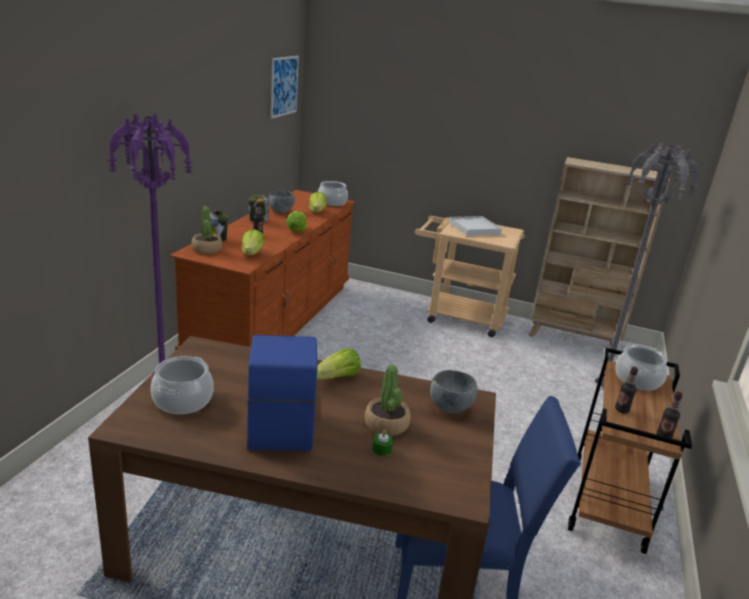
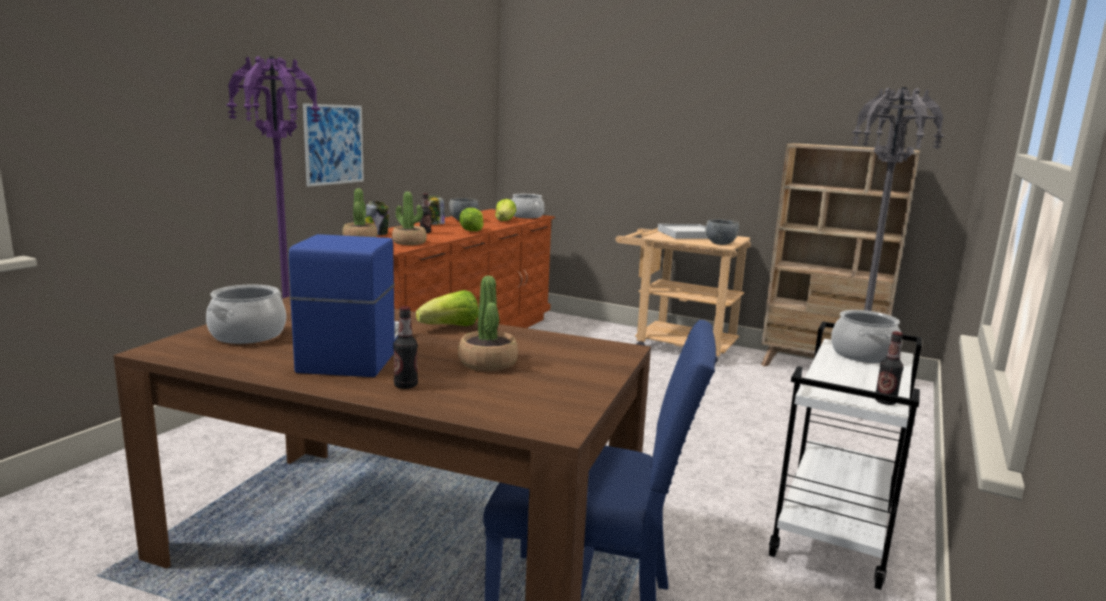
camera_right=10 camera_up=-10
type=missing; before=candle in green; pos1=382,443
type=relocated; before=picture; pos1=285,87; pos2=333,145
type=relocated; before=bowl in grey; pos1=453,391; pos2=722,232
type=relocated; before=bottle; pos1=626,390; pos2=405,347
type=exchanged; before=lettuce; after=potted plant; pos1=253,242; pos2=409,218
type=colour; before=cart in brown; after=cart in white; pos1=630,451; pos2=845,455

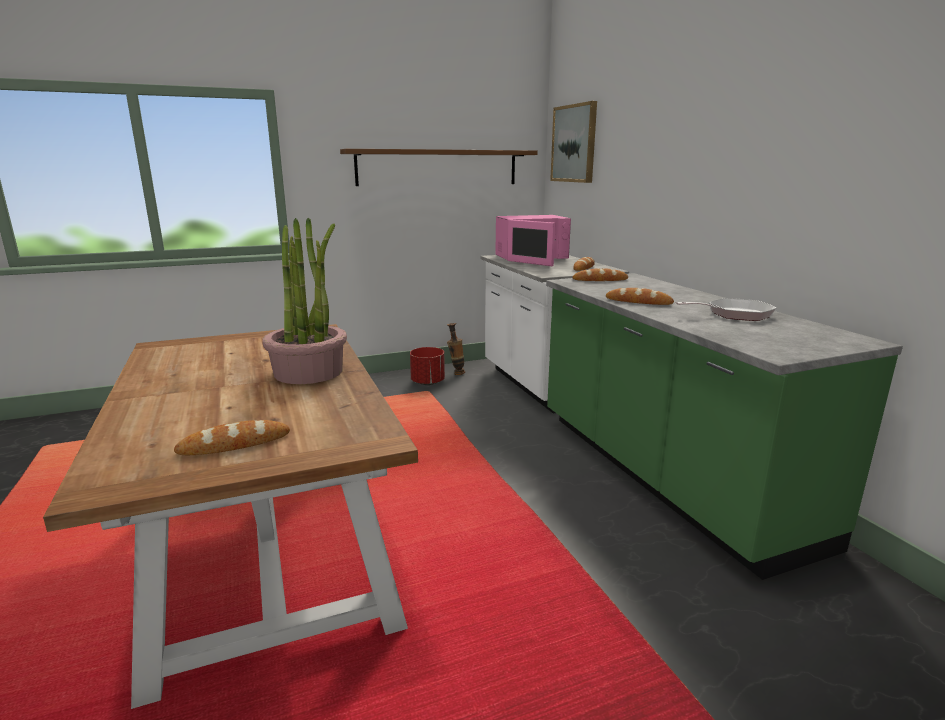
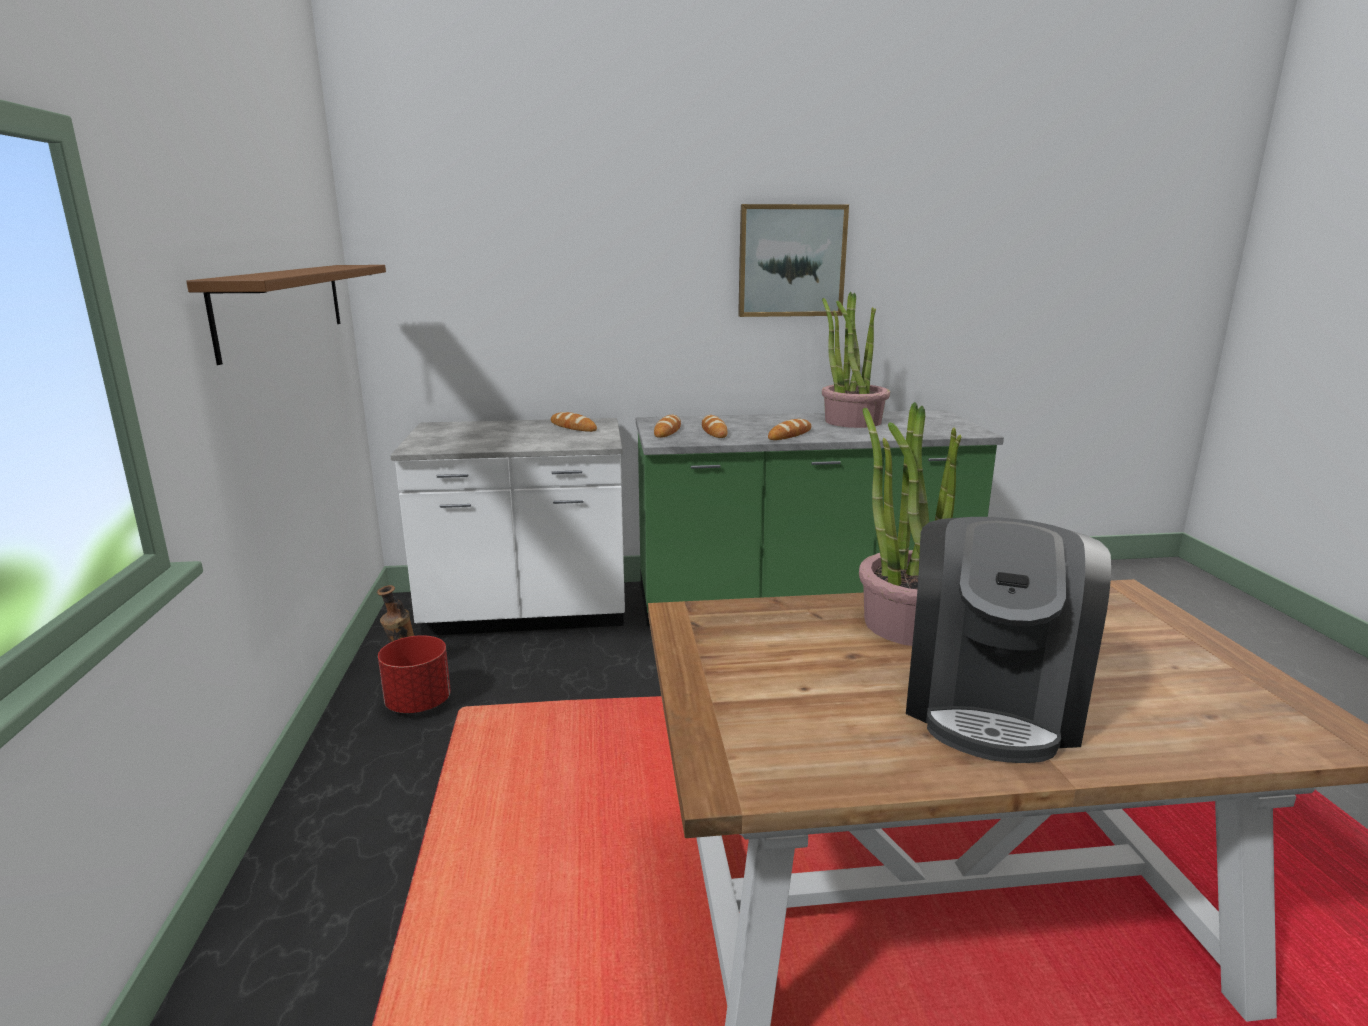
camera_right=-75 camera_up=0
type=missing; before=microwave in pink; pos1=533,240
type=appeared; after=coffee machine; pos2=1008,640
type=relocated; before=bread; pos1=232,437; pos2=714,426
type=relocated; before=picture; pos1=573,142; pos2=793,260
type=exchanged; before=frying pan; after=potted plant; pos1=726,309; pos2=856,360

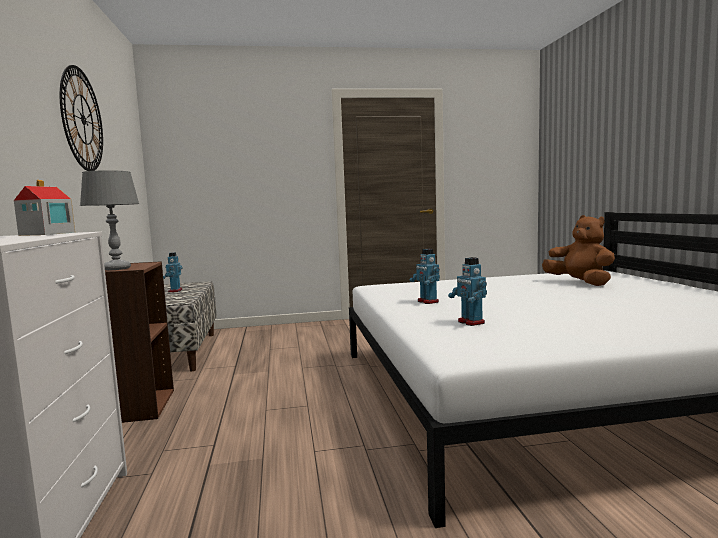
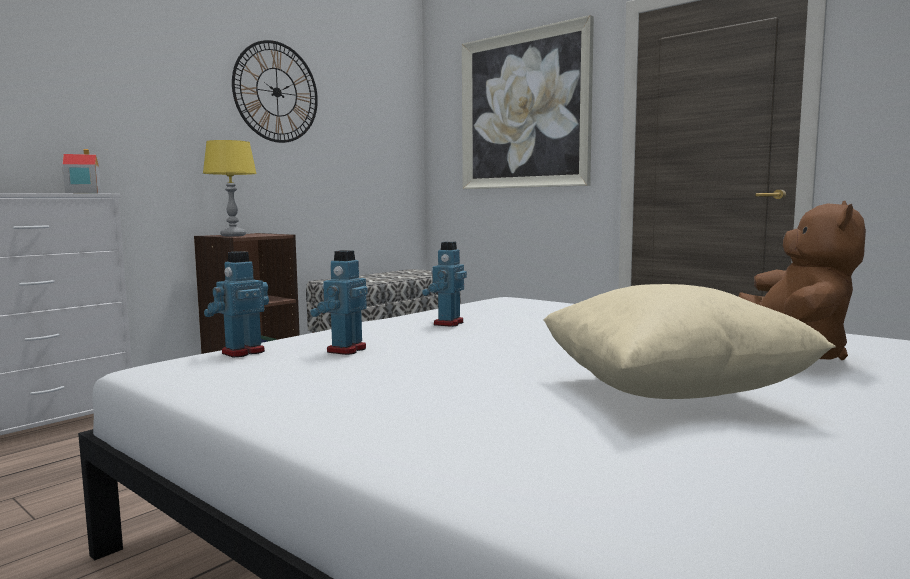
camera_right=50 camera_up=0
type=appeared; after=picture; pos2=528,102
type=appeared; after=pillow in beige; pos2=689,341
type=relocated; before=toy robot; pos1=173,272; pos2=236,304
type=colour; before=table lamp in grey; after=table lamp in yellow; pos1=109,220; pos2=230,188

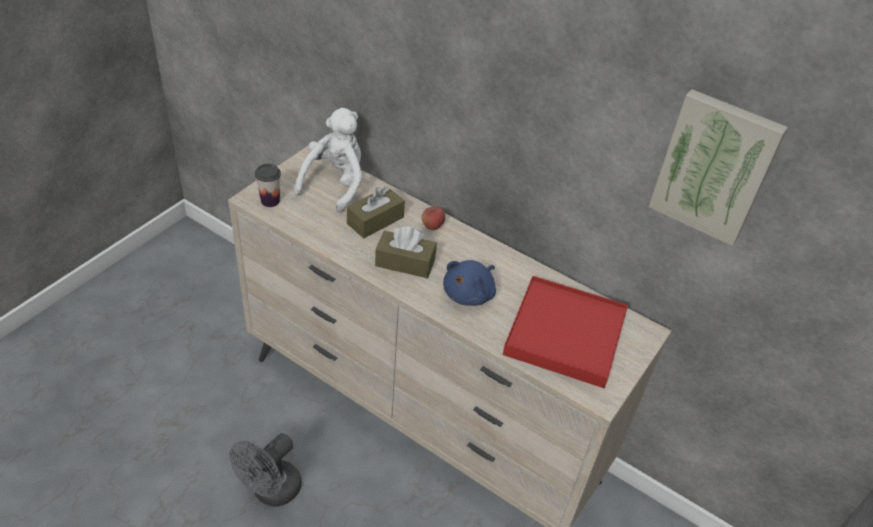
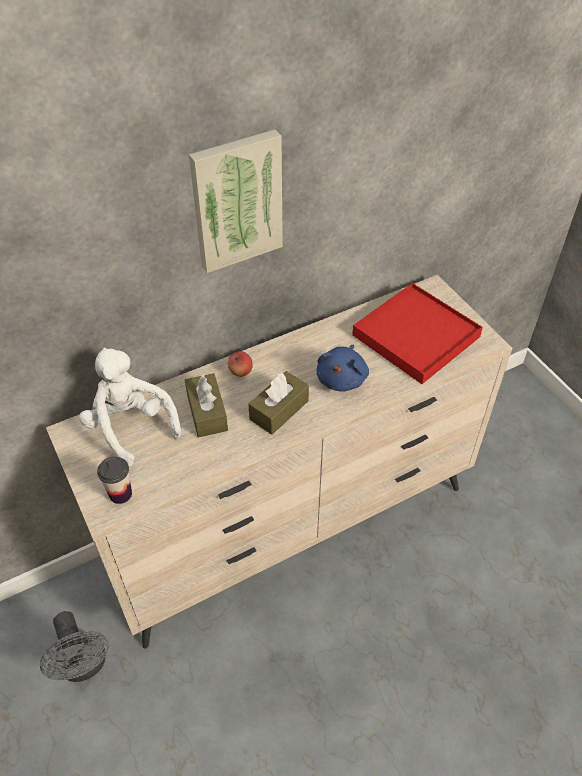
camera_right=-60 camera_up=5
type=relocated; before=fan in grey; pos1=265,470; pos2=74,646
type=relocated; before=picture; pos1=718,167; pos2=236,201
type=spun; before=plush toy in blue; pos1=469,283; pos2=343,368; turn=45

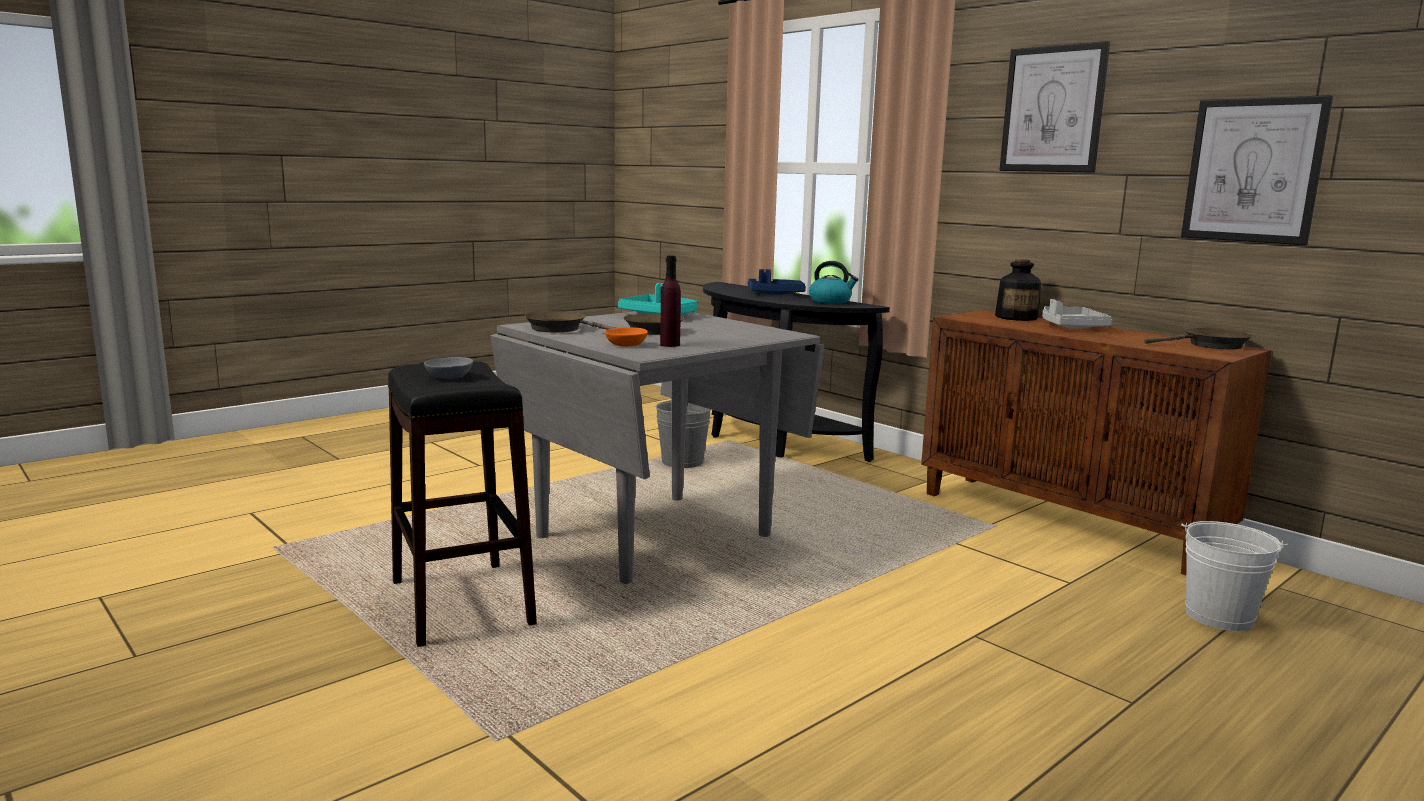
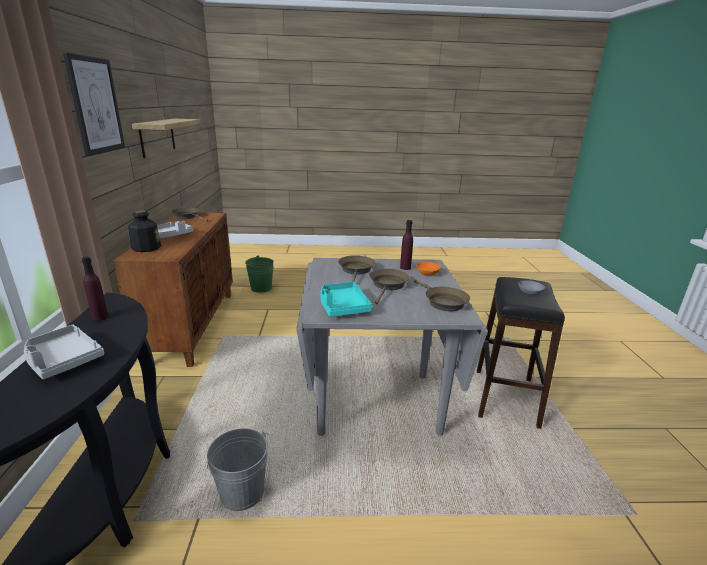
camera_right=-140 camera_up=10
type=appeared; after=frying pan in brown; pos2=356,268
type=exchanged; before=kettle; after=bottle in purple; pos1=834,282; pos2=95,289
type=exchanged; before=picture; after=shelf; pos1=1257,170; pos2=166,138
type=colour; before=tray in blue; after=tray in grey; pos1=777,282; pos2=64,351
type=colour; before=bucket in white; after=bucket in green; pos1=1234,576; pos2=259,274

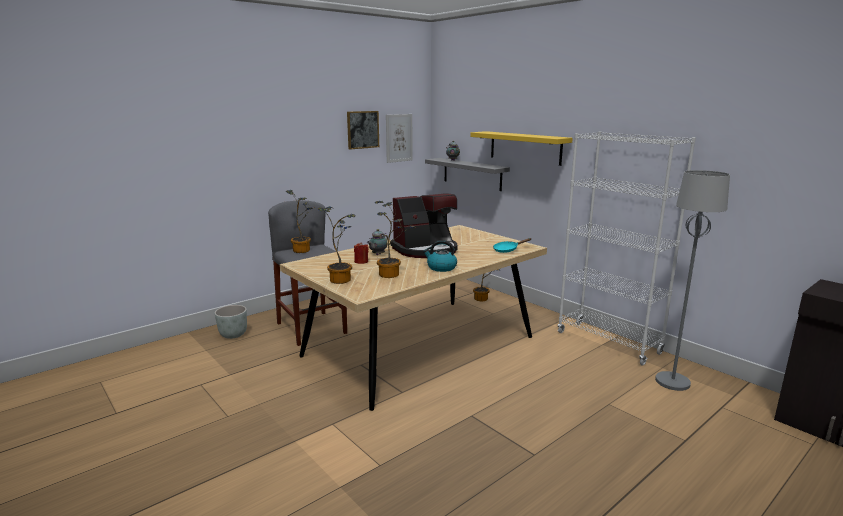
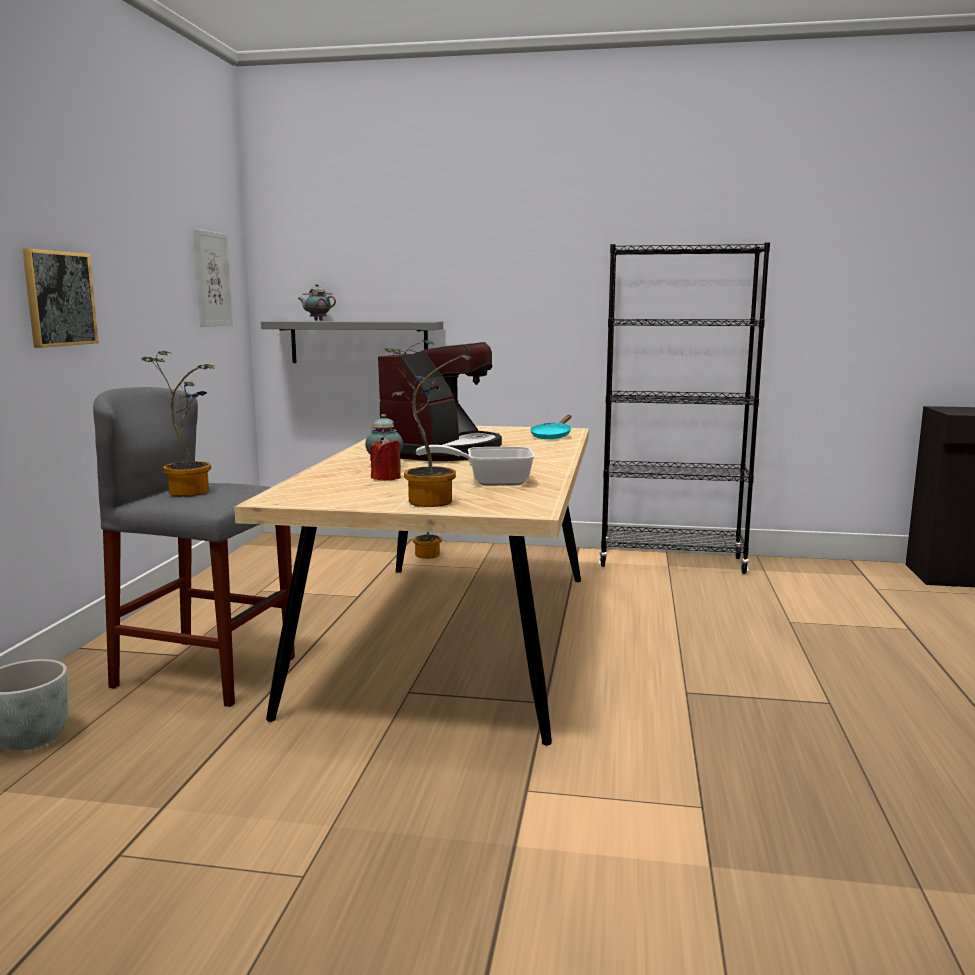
camera_right=-40 camera_up=-5
type=missing; before=kettle; pos1=440,256
type=missing; before=shelf in yellow; pos1=521,148
type=missing; before=floor lamp in grey; pos1=692,280
type=relocated; before=picture; pos1=363,130; pos2=61,298
type=exchanged; before=potted plant; after=frying pan; pos1=394,239; pos2=475,465
type=colour; before=bookcase in white; after=bookcase in black; pos1=627,248; pos2=684,408

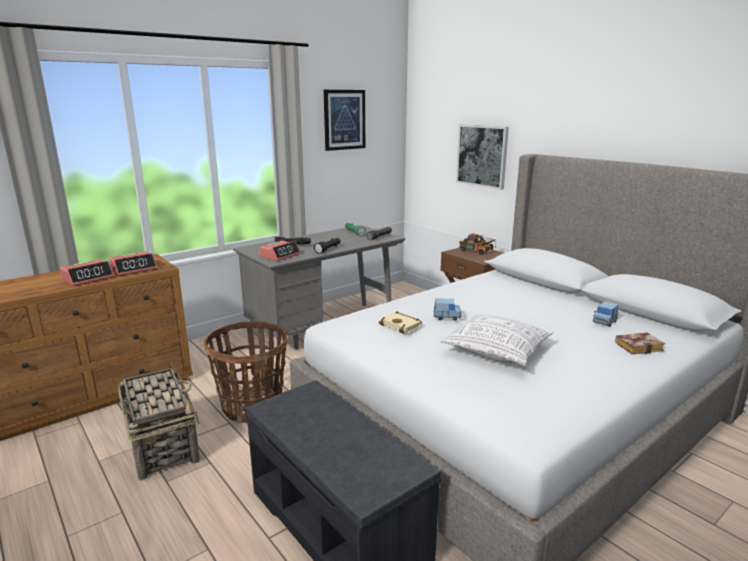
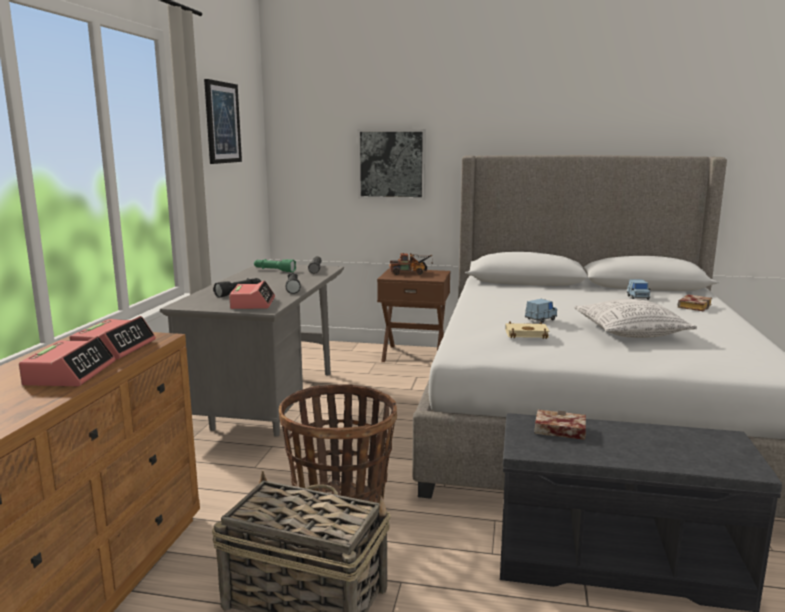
camera_right=-40 camera_up=-5
type=appeared; after=book; pos2=560,425

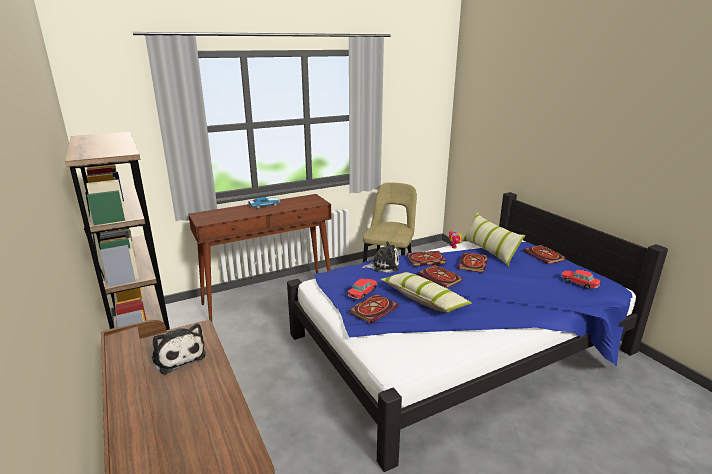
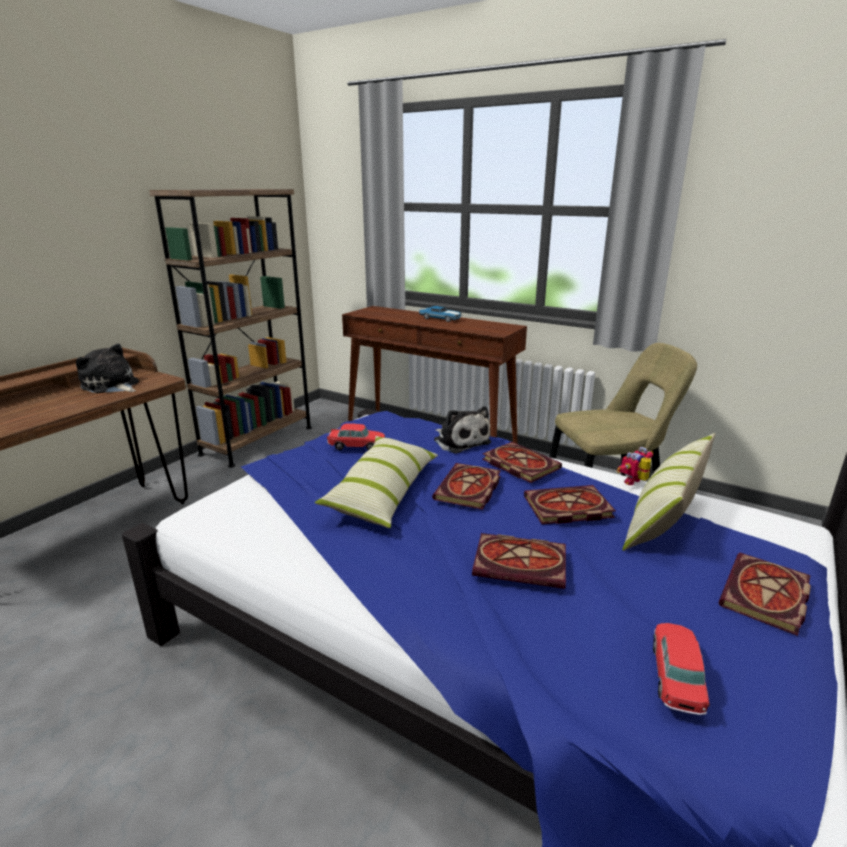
camera_right=60 camera_up=0
type=relocated; before=book; pos1=374,309; pos2=519,561
type=spun; before=plush toy; pos1=179,349; pos2=107,368; turn=105

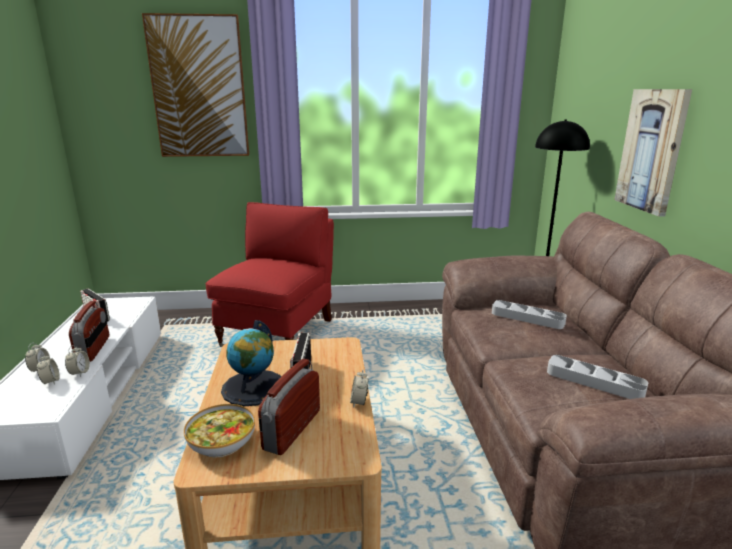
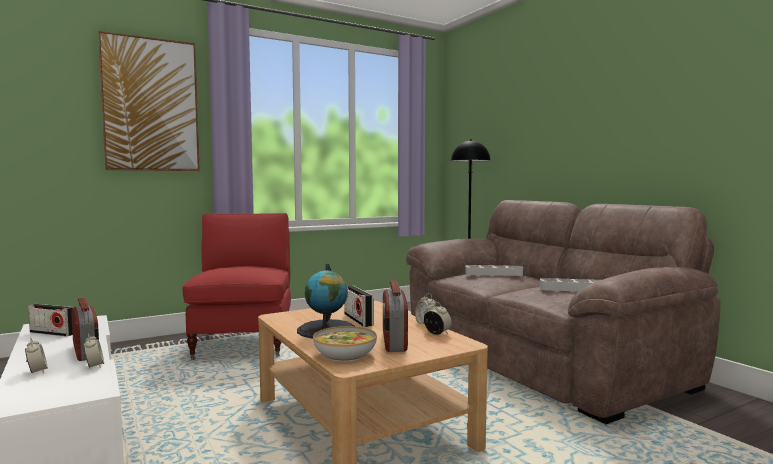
camera_right=-25 camera_up=-15
type=missing; before=picture; pos1=653,153
type=relocated; before=alarm clock; pos1=48,369; pos2=437,318

